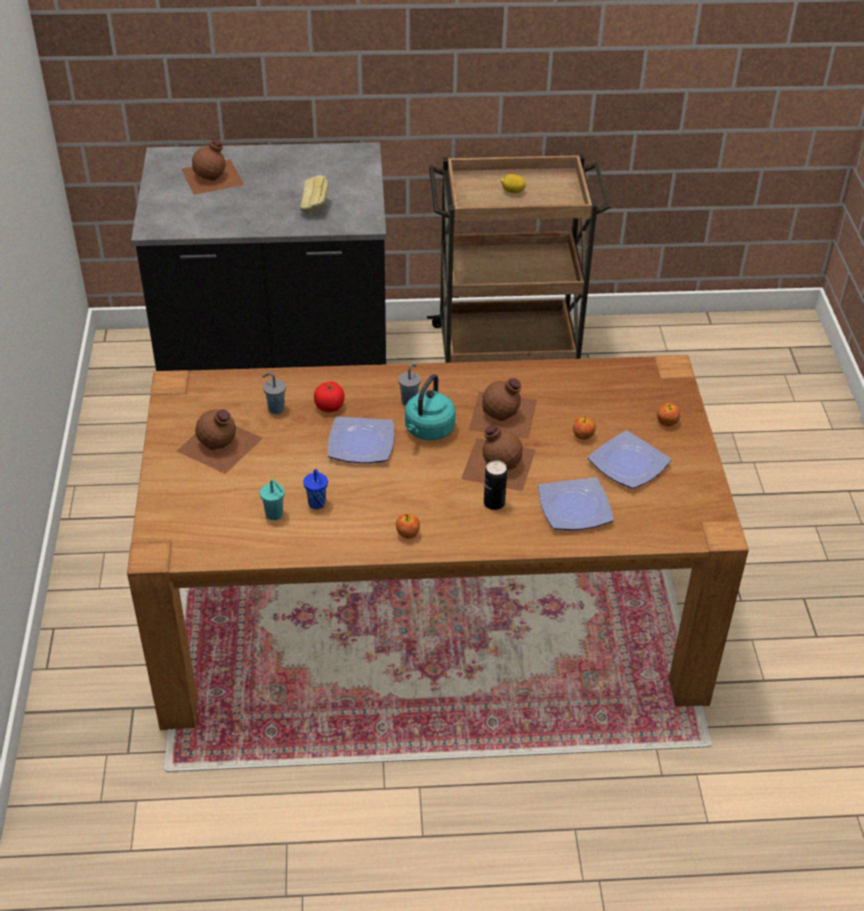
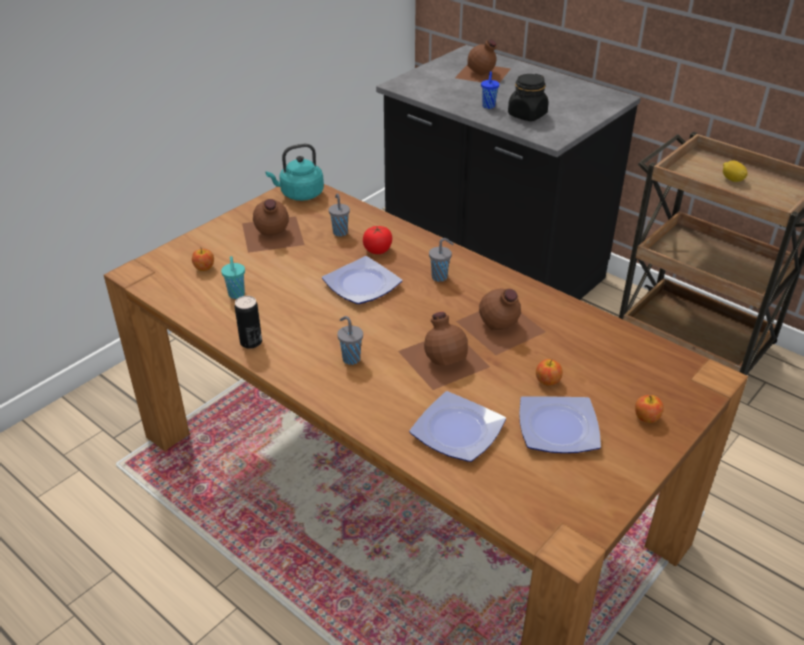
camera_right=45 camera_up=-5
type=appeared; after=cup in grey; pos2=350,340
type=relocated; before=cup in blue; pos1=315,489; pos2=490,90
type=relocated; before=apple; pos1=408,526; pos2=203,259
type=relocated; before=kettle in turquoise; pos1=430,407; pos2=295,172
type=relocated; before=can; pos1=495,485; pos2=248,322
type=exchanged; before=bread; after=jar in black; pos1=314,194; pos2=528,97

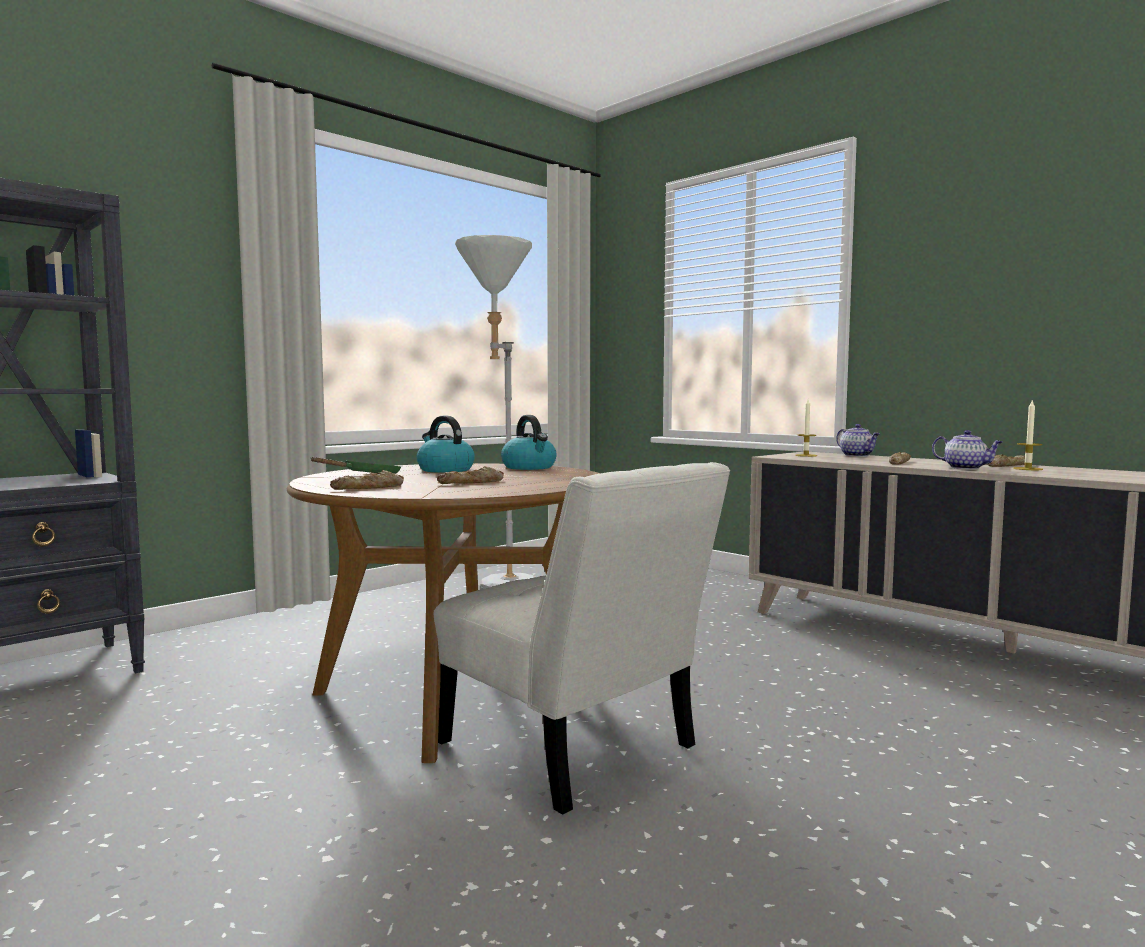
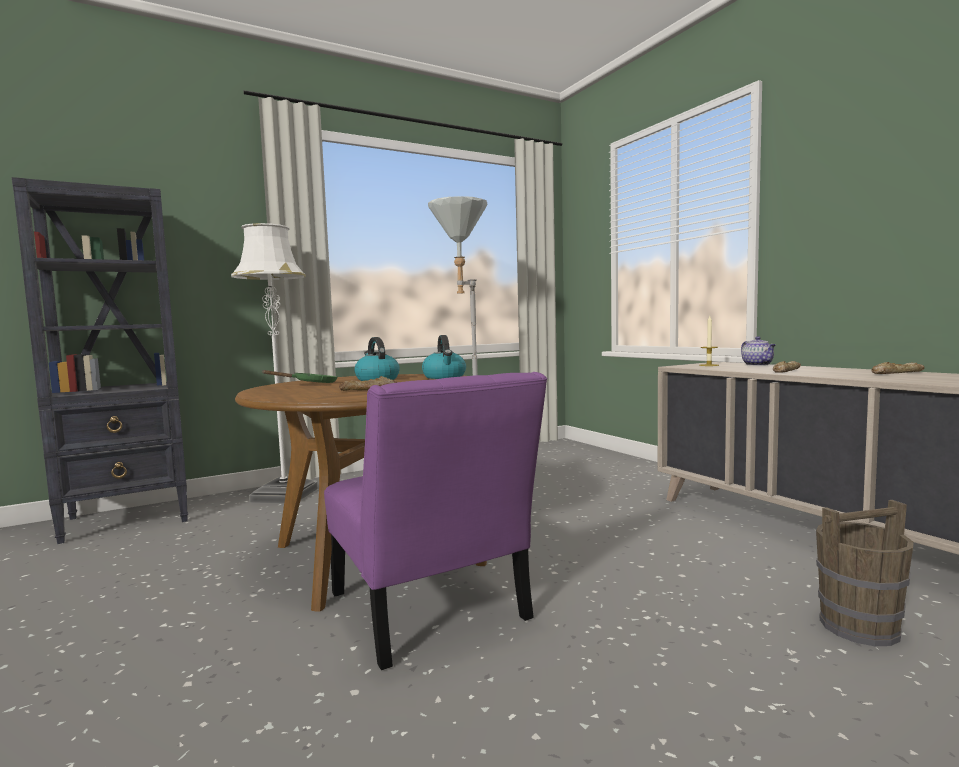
camera_right=15 camera_up=0
type=missing; before=bread; pos1=367,480
type=missing; before=teapot; pos1=967,449
type=missing; before=candle; pos1=1028,434
type=appeared; after=floor lamp in white; pos2=274,363
type=appeared; after=bucket in brown; pos2=865,573
type=colour; before=chair in white; after=chair in purple; pos1=582,638; pos2=435,521

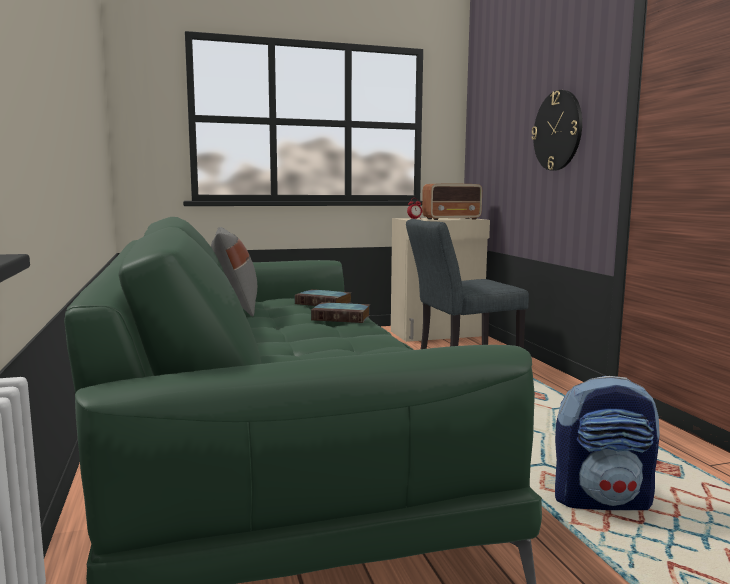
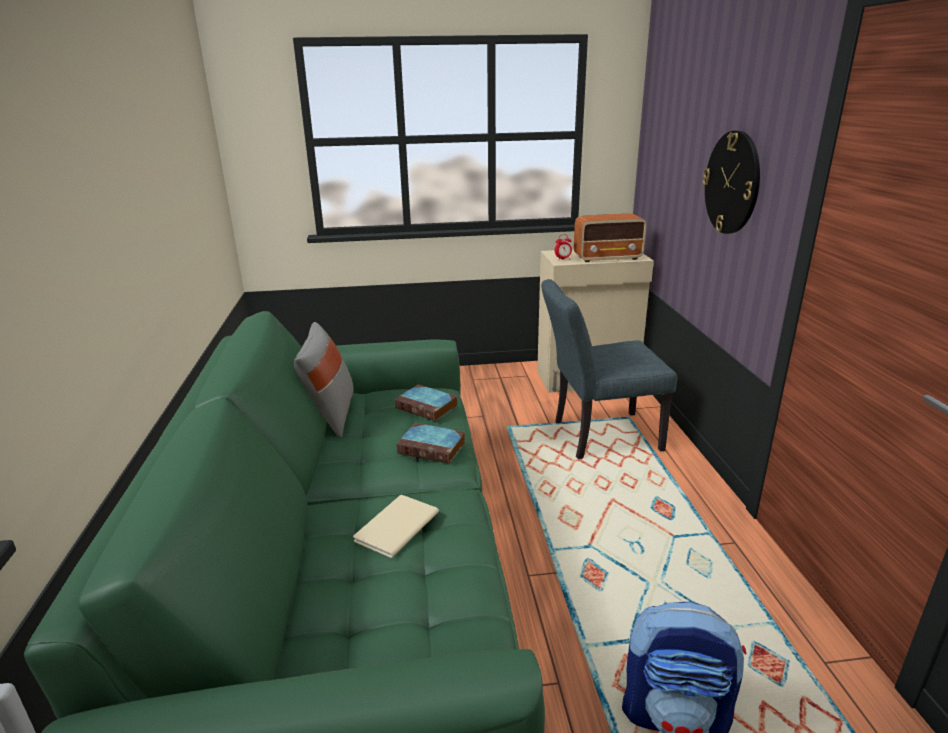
camera_right=10 camera_up=15
type=appeared; after=book in beige; pos2=396,526

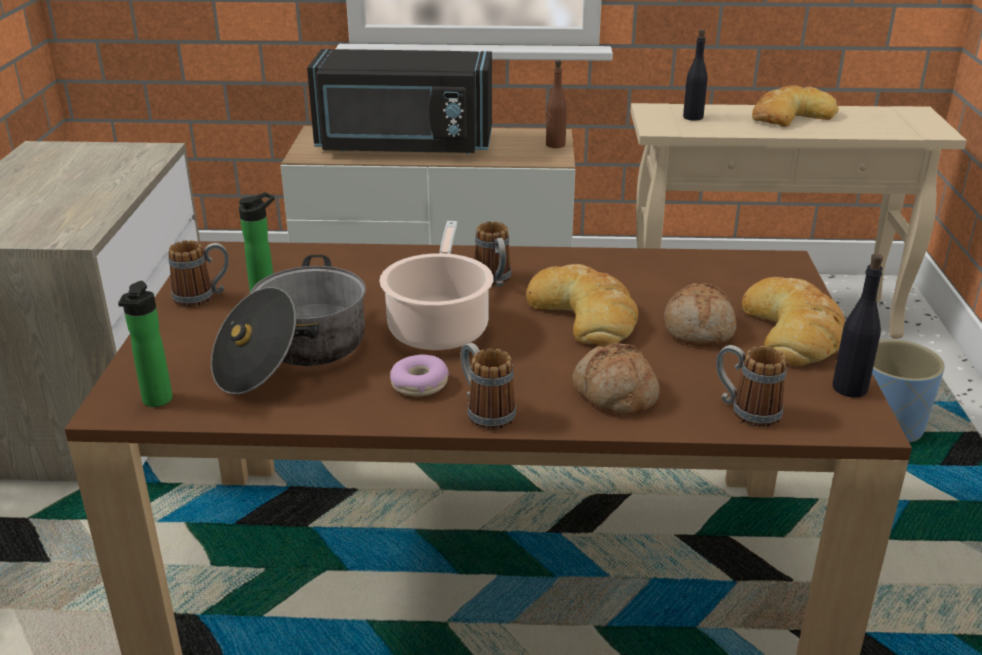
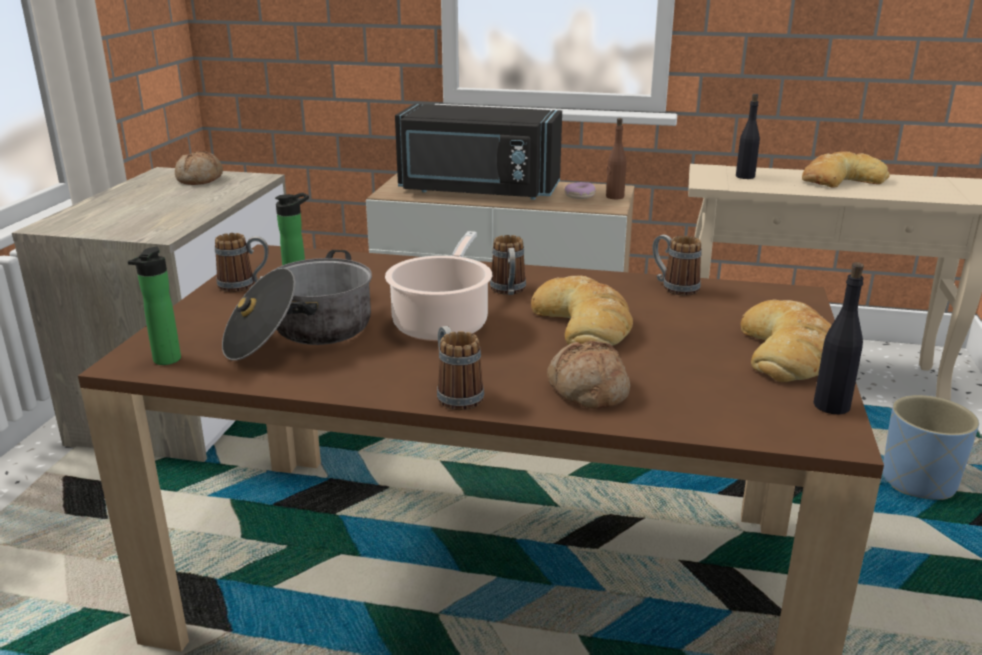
camera_right=10 camera_up=-5
type=relocated; before=donut; pos1=419,375; pos2=580,190
type=relocated; before=bread; pos1=700,315; pos2=199,168
type=relocated; before=mug; pos1=751,386; pos2=677,265

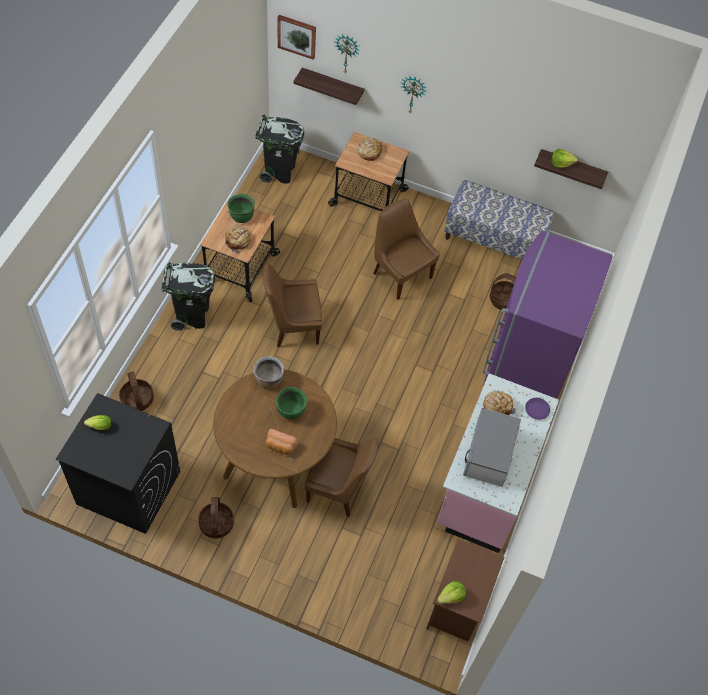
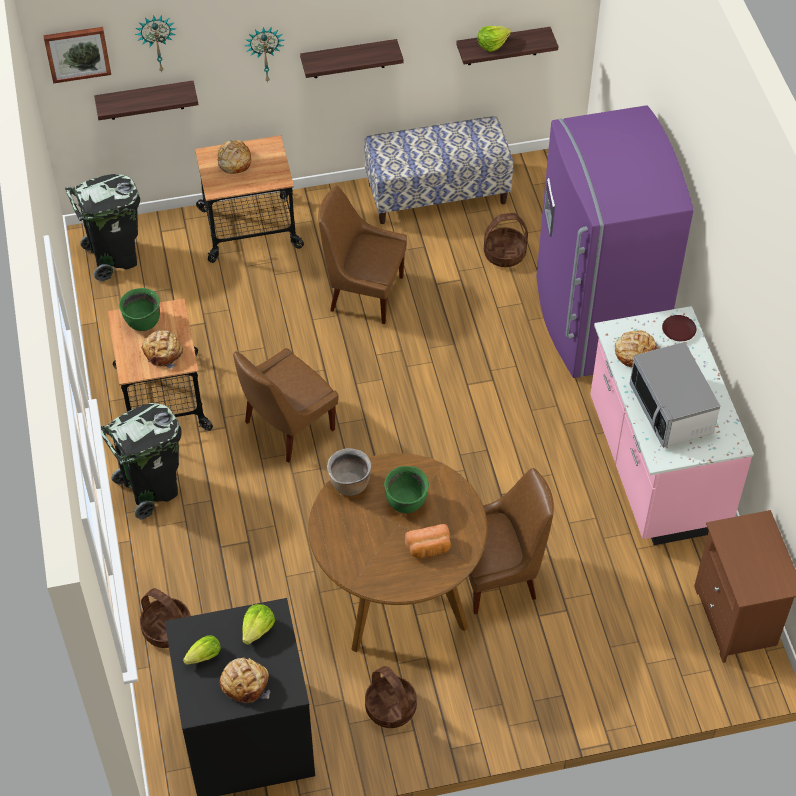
camera_right=-30 camera_up=-5
type=appeared; after=bread; pos2=245,680
type=appeared; after=shelf; pos2=352,58
type=relocated; before=lettuce; pos1=451,592; pos2=258,624
type=colour; before=plate in purple; after=plate in brown; pos1=537,409; pos2=679,328

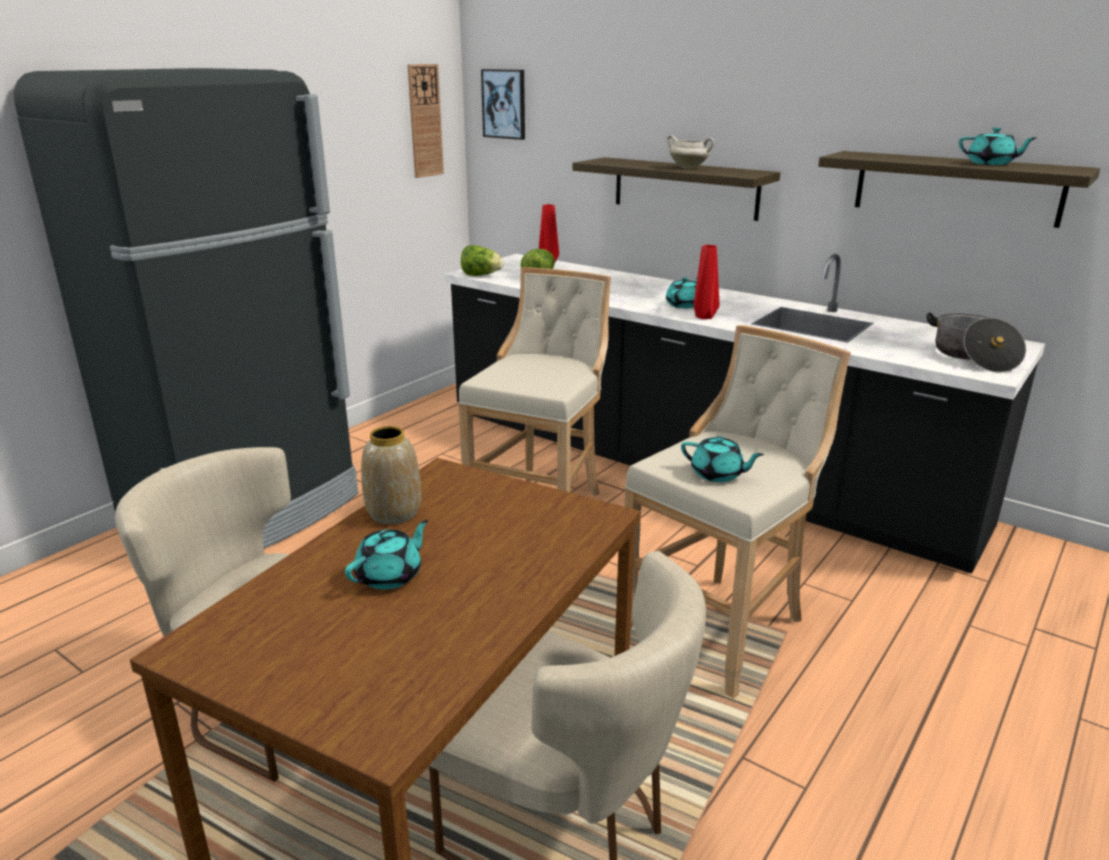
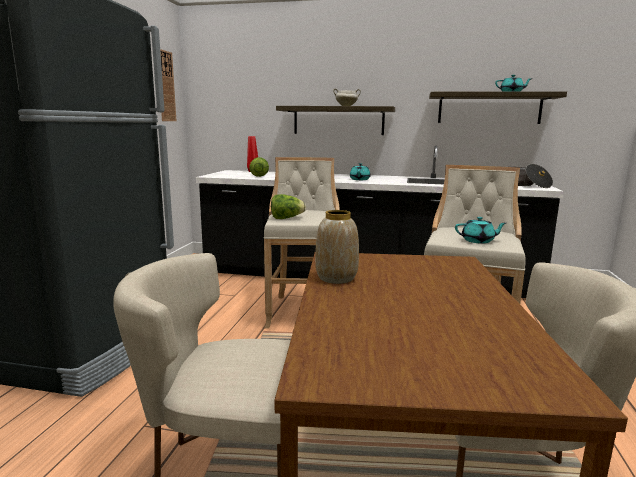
camera_right=-25 camera_up=-10
type=missing; before=teapot in turquoise; pos1=386,555
type=missing; before=picture; pos1=503,104
type=missing; before=vase in red; pos1=706,282
type=relocated; before=lettuce; pos1=482,260; pos2=288,206

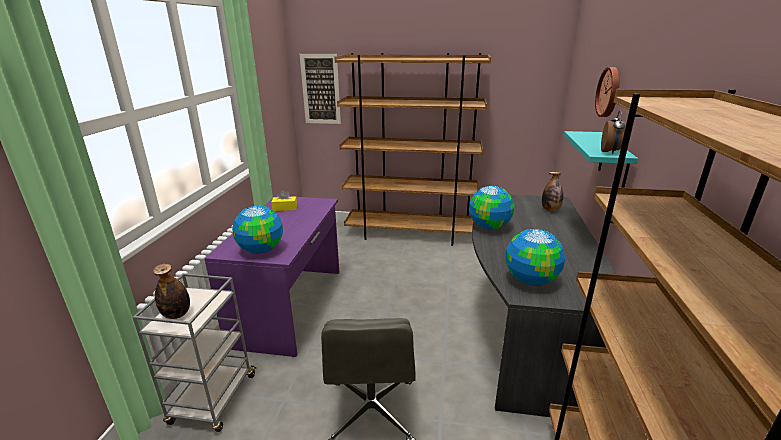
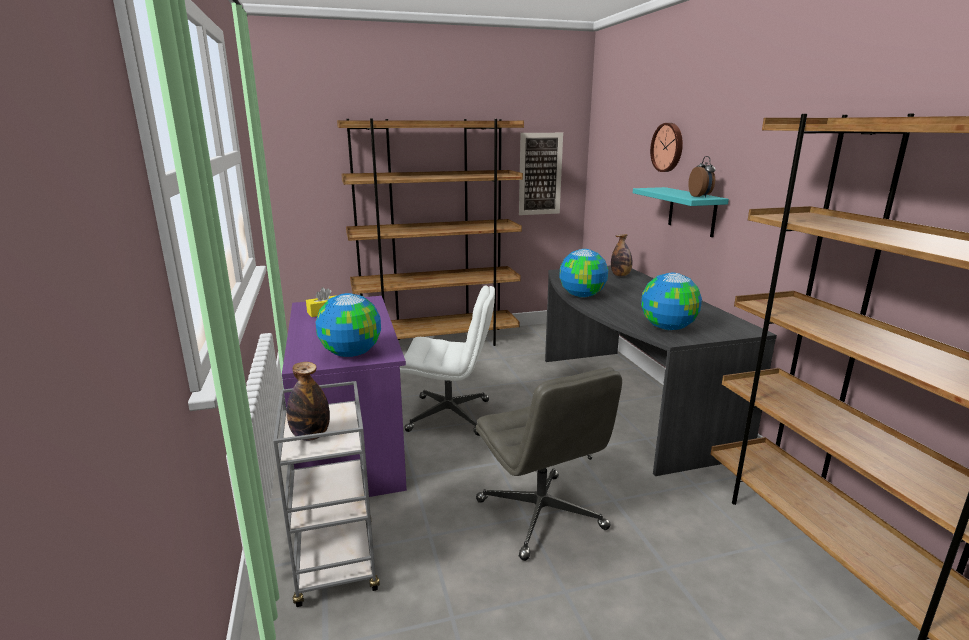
camera_right=-25 camera_up=-5
type=appeared; after=office chair in white; pos2=447,361
type=relocated; before=picture; pos1=320,89; pos2=541,174

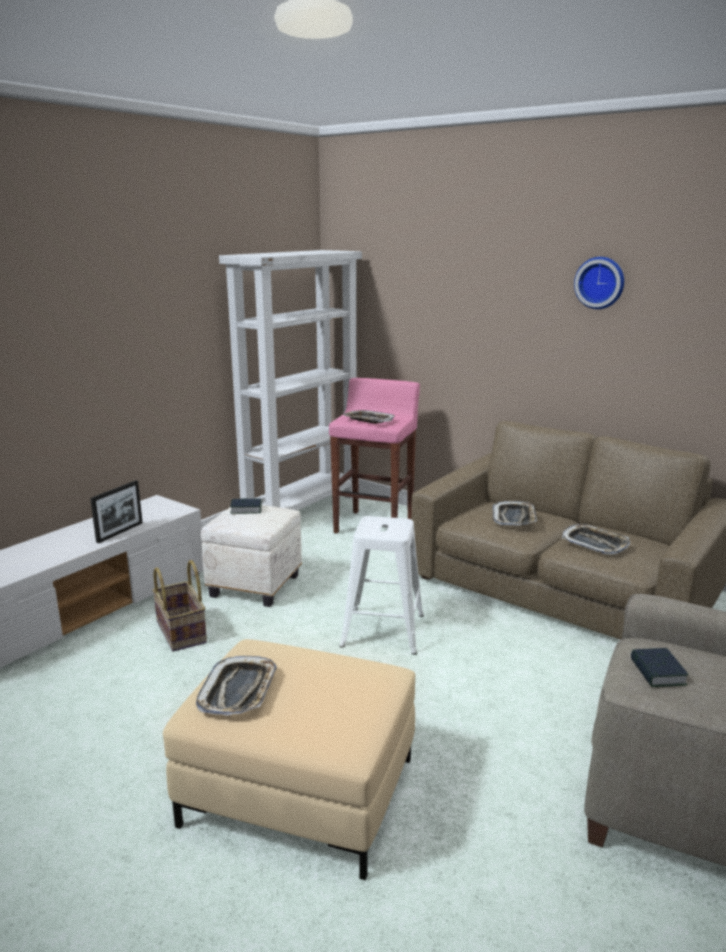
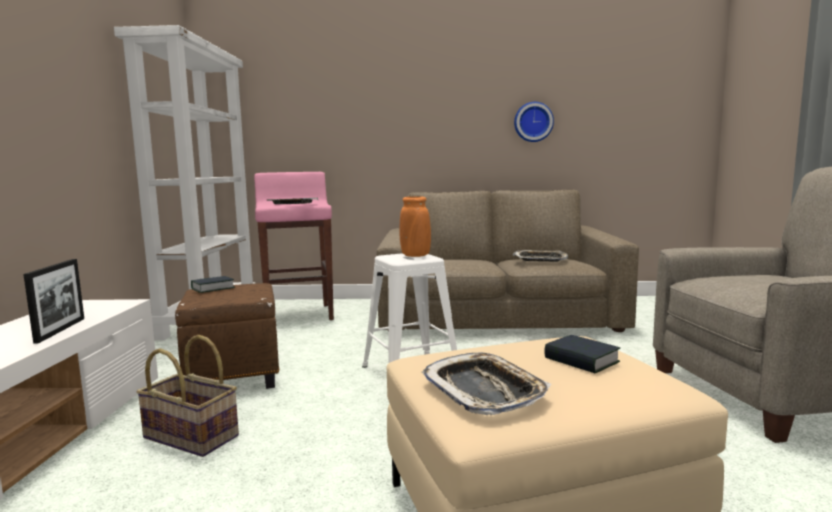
camera_right=-35 camera_up=-10
type=missing; before=tray; pos1=515,513
type=appeared; after=vase in orange; pos2=415,226
type=relocated; before=wall clock; pos1=599,283; pos2=534,122
type=relocated; before=book; pos1=660,667; pos2=582,354
type=colour; before=ottoman in white; after=ottoman in brown; pos1=251,556; pos2=227,336

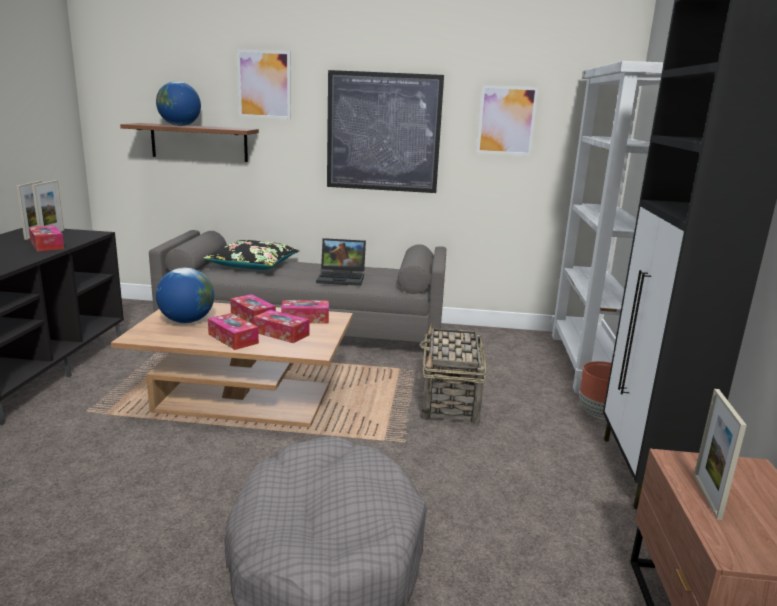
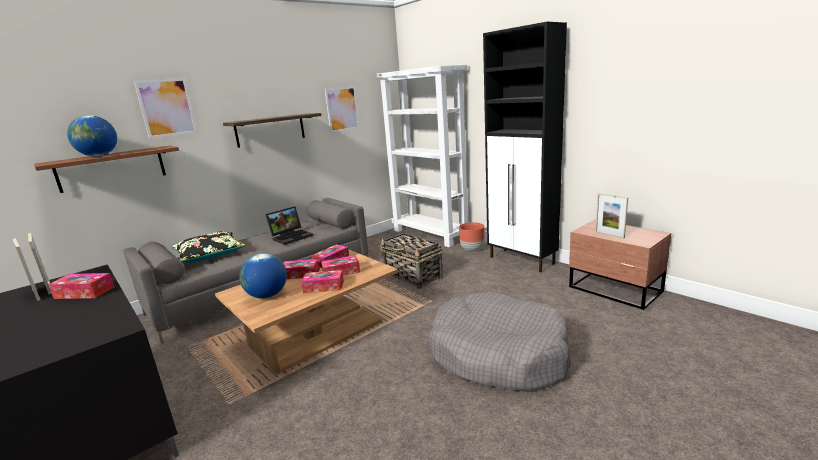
camera_right=-45 camera_up=0
type=exchanged; before=picture; after=shelf; pos1=385,131; pos2=272,130

